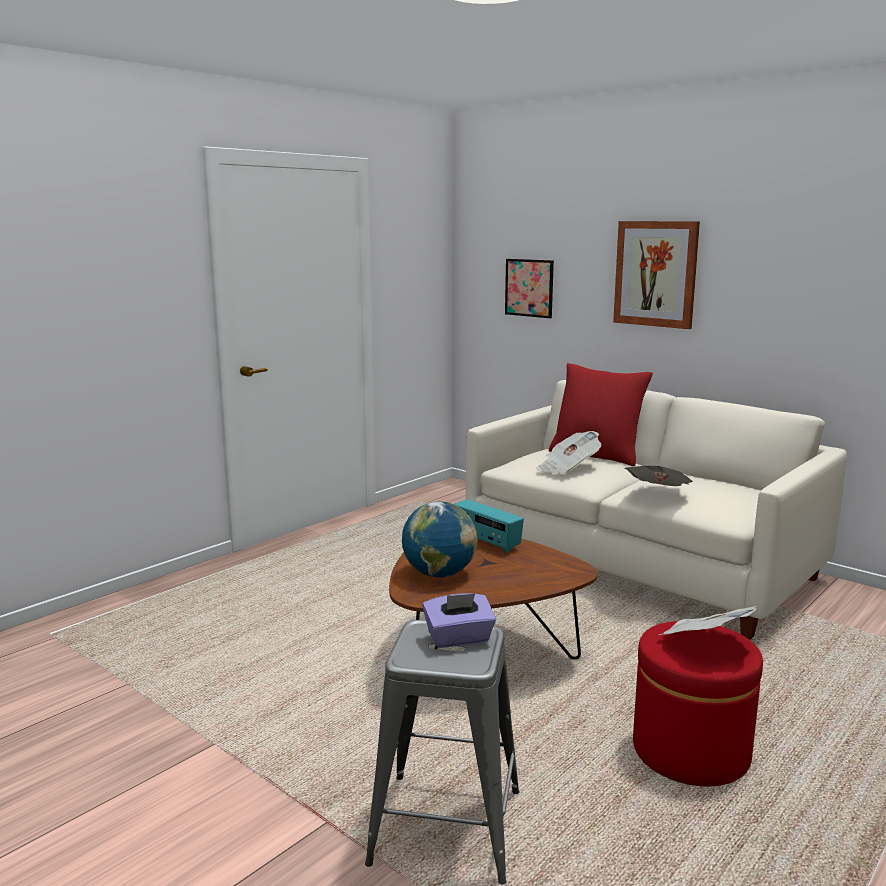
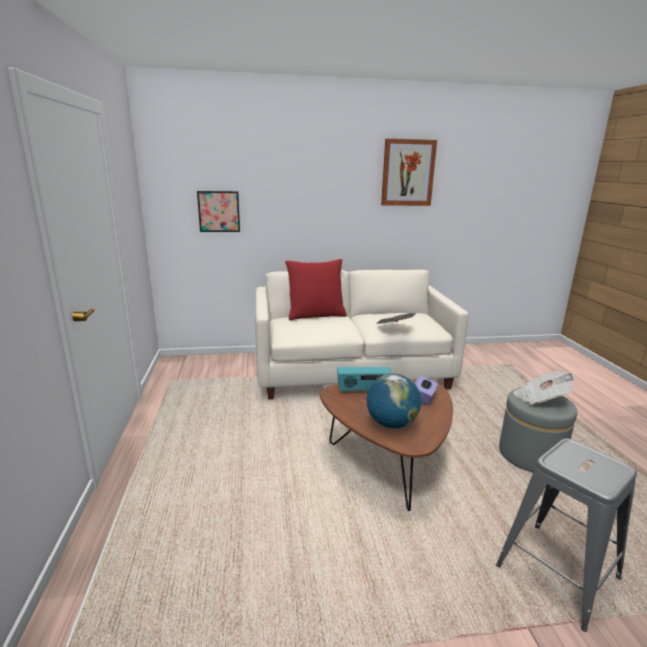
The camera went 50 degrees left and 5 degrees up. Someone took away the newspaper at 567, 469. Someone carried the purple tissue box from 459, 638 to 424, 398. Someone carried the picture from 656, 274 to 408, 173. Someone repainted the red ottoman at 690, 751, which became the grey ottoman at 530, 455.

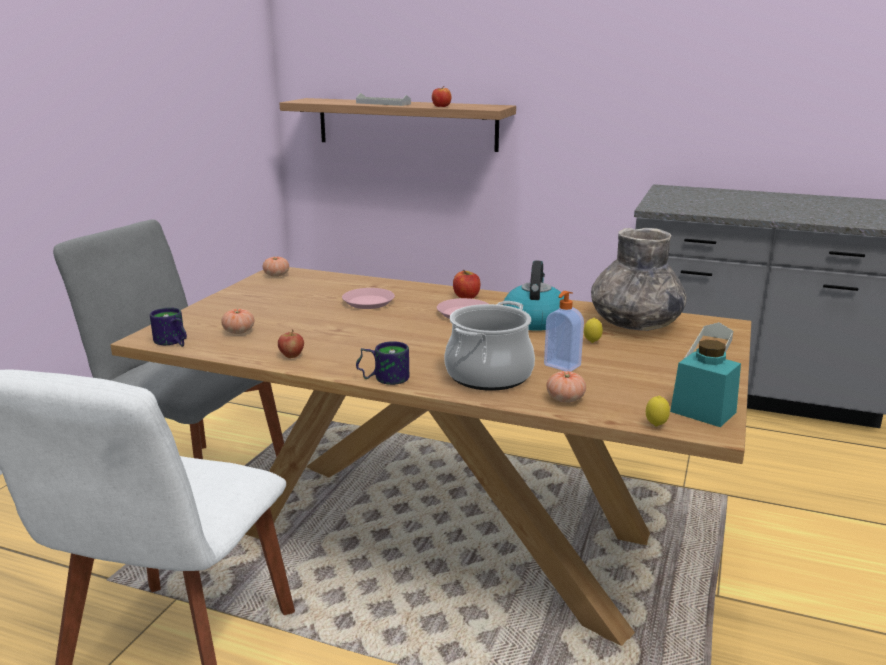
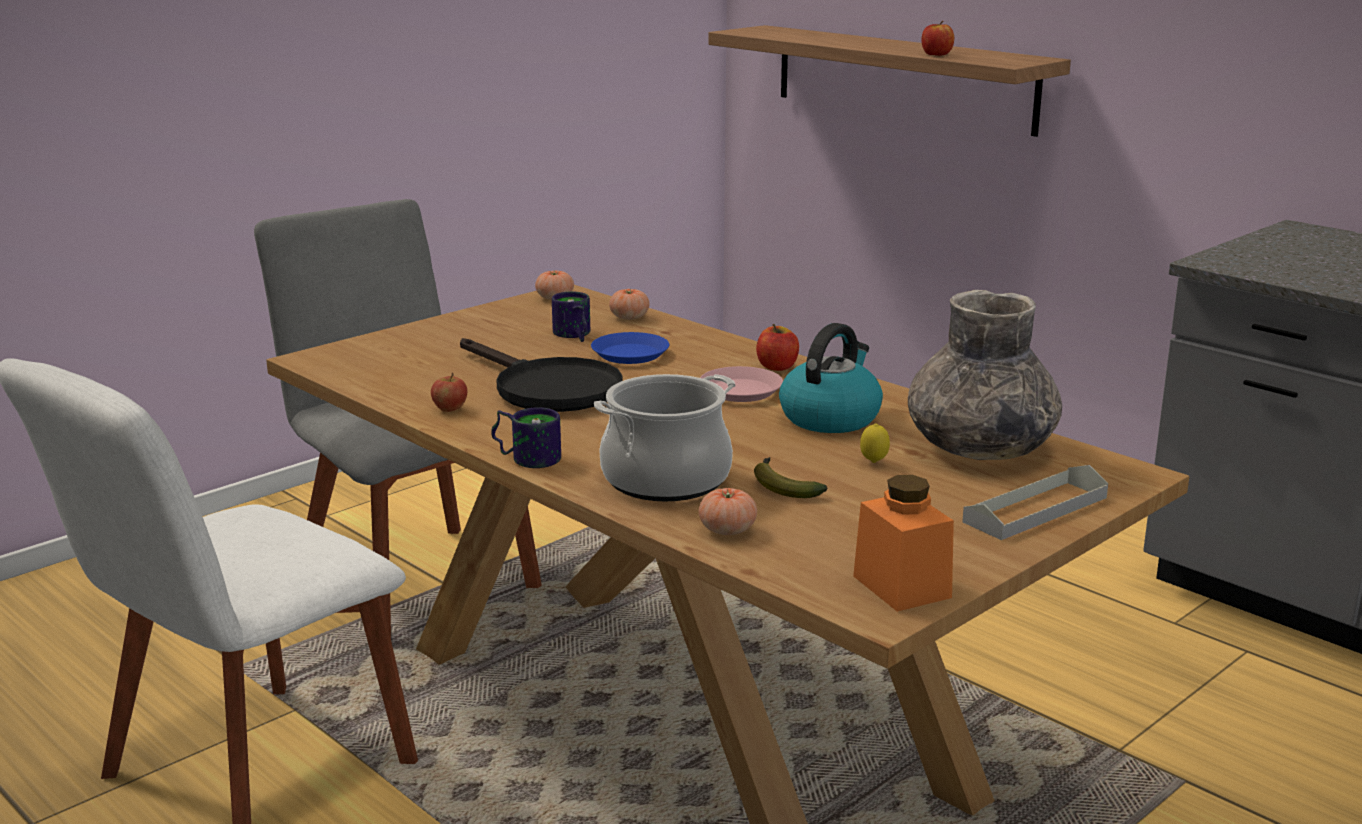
The camera went 25 degrees right and 0 degrees up. Someone took away the grey tray at 383, 103. Someone took away the lemon at 656, 426. Someone put down the black frying pan at 546, 388. Someone carried the mug from 172, 343 to 572, 336. Someone carried the tomato from 239, 332 to 629, 317. Someone swapped the soap dispenser at 561, 366 for the banana at 783, 486. Someone repainted the pink plate at 368, 302, which became the blue plate at 630, 354. Someone repainted the turquoise jar at 703, 412, which became the orange jar at 901, 587.

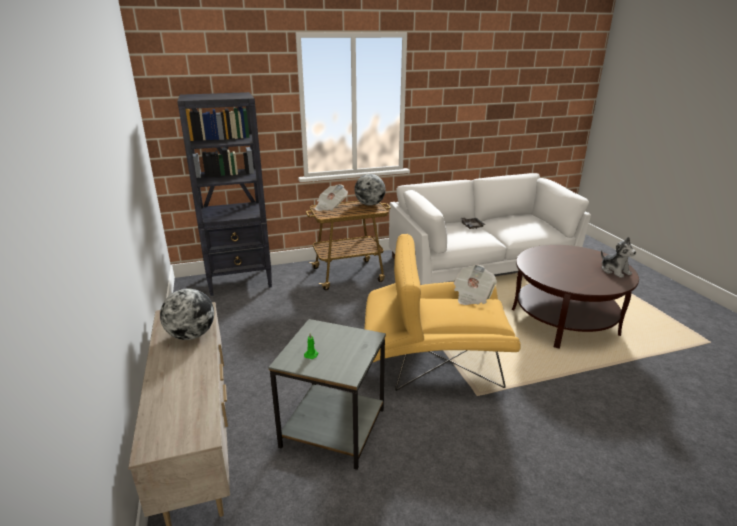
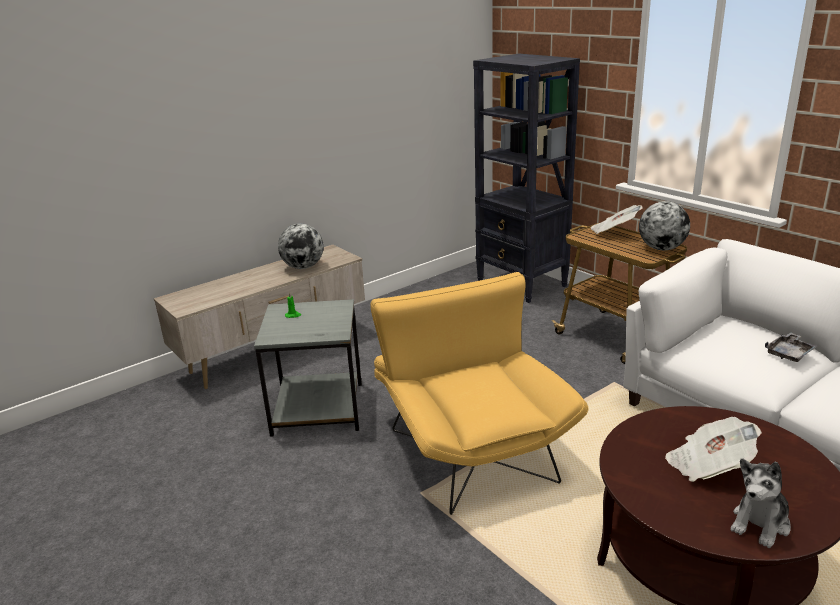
The camera went 70 degrees right and 0 degrees up. Someone carried the newspaper from 472, 296 to 708, 466.

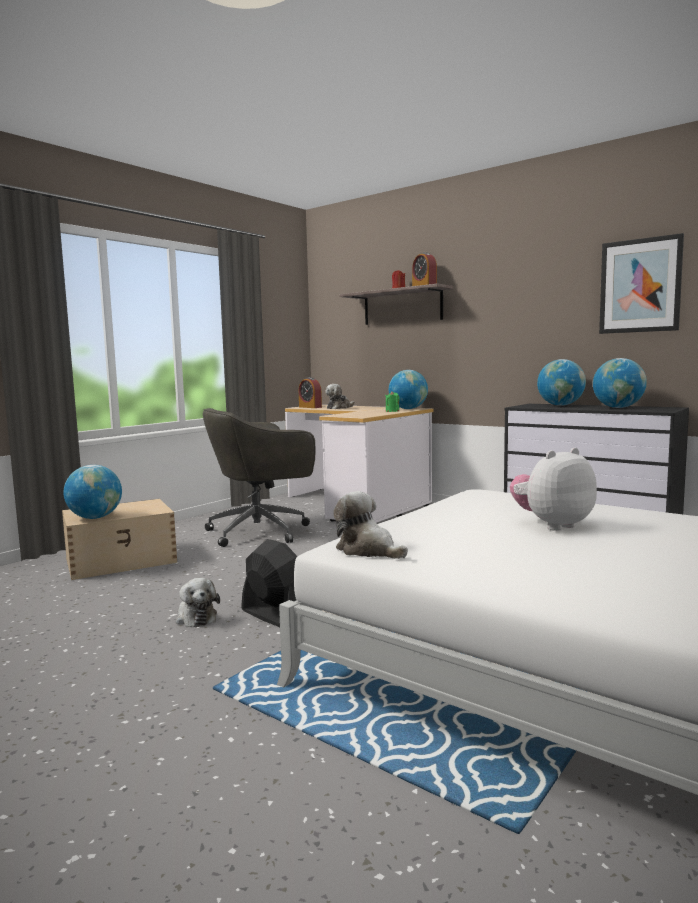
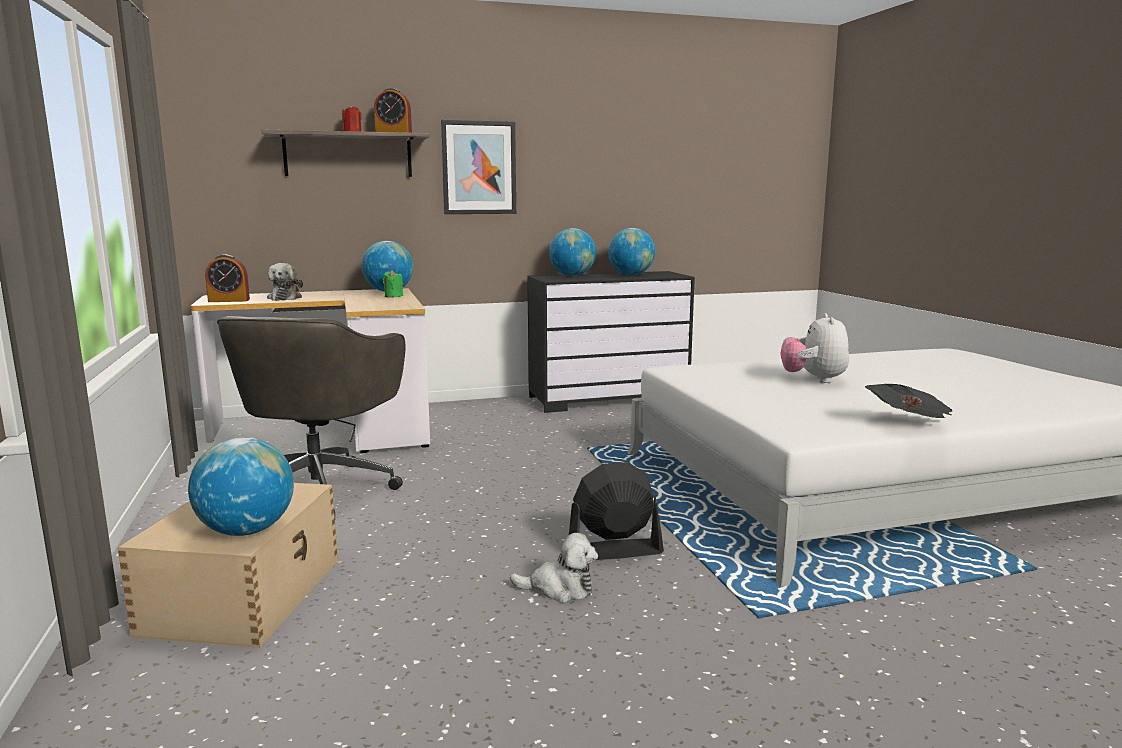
The camera went 55 degrees left and 5 degrees up. Someone took away the plush toy at 368, 550. Someone put down the newspaper at 909, 423. Someone carried the picture from 640, 286 to 479, 168.

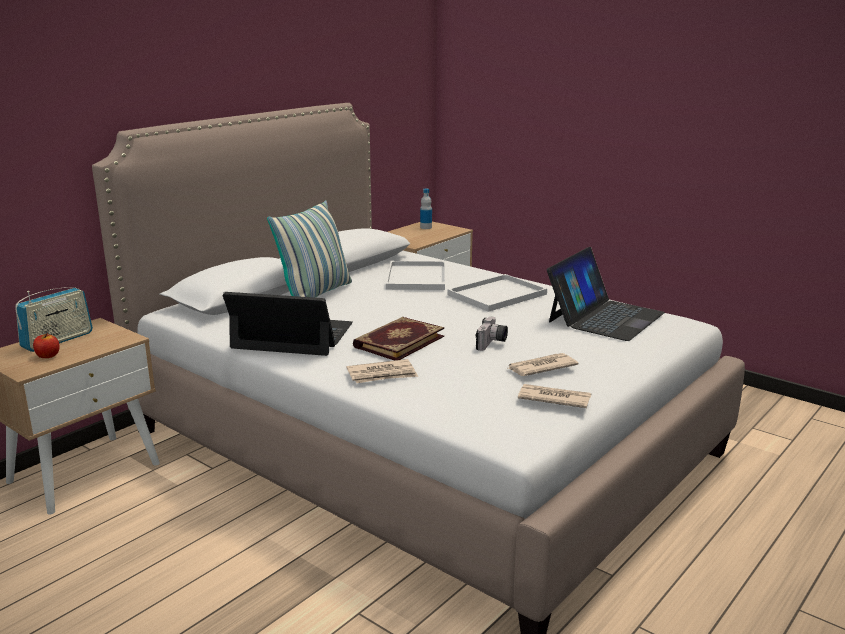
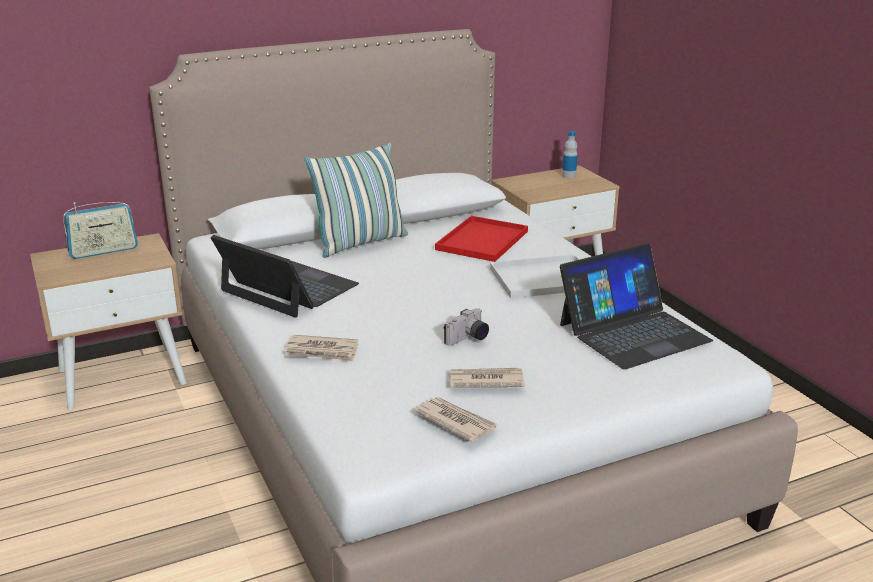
The camera went 25 degrees right and 5 degrees up. Someone took away the apple at 47, 356. Someone took away the book at 398, 341. Someone repainted the white tray at 417, 278, which became the red tray at 482, 241.

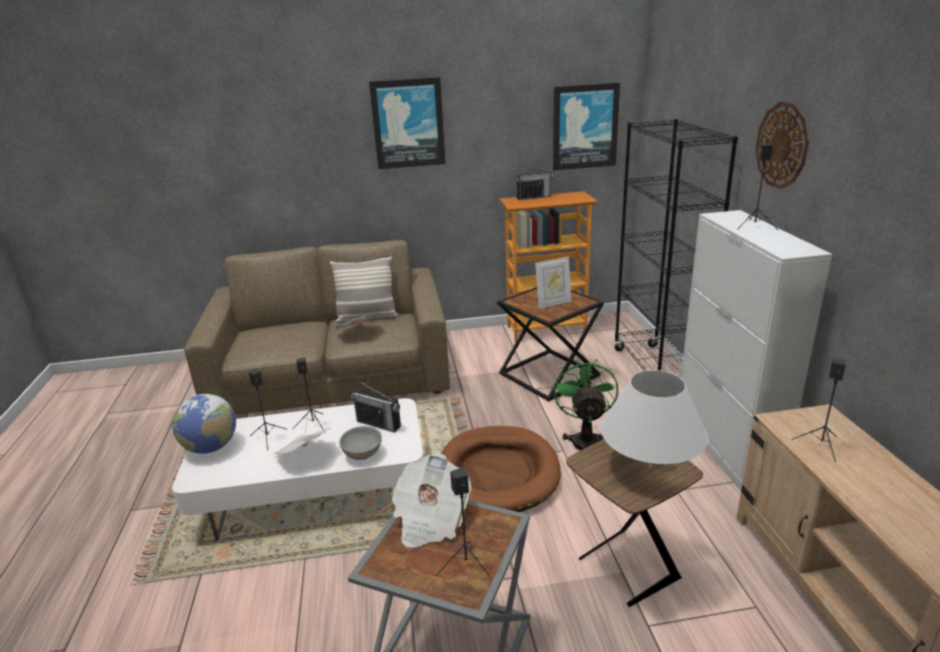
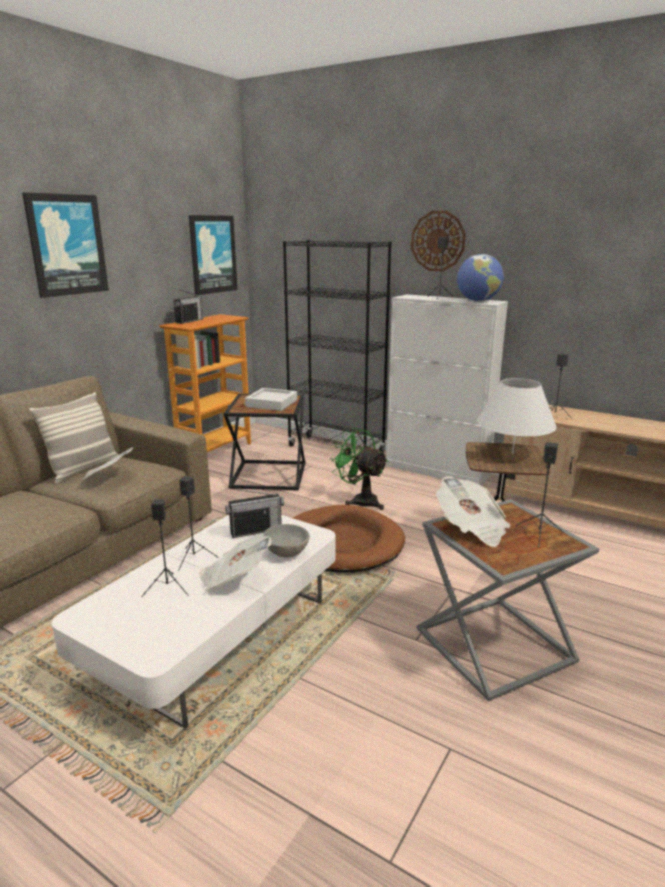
The camera went 50 degrees left and 5 degrees down. Someone carried the globe from 211, 447 to 478, 301. Someone swapped the picture frame at 553, 303 for the grey tray at 271, 403.

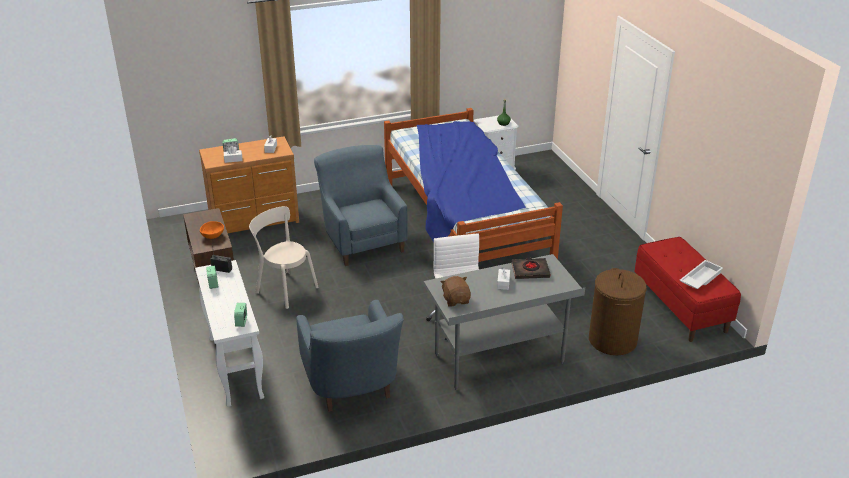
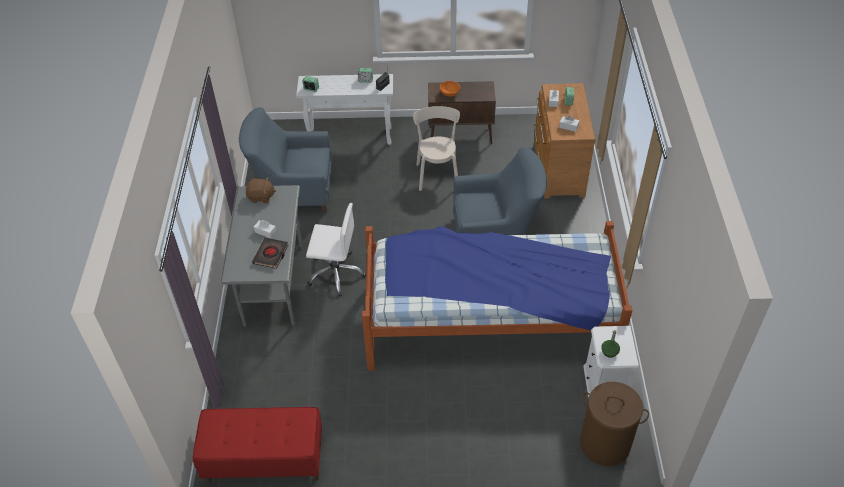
The camera went 110 degrees right and 15 degrees up. Someone took away the white tray at 700, 278. Someone carried the brown laundry basket from 612, 340 to 605, 443. Someone rotated the beige chair at 285, 288 by 60 degrees counterclockwise.

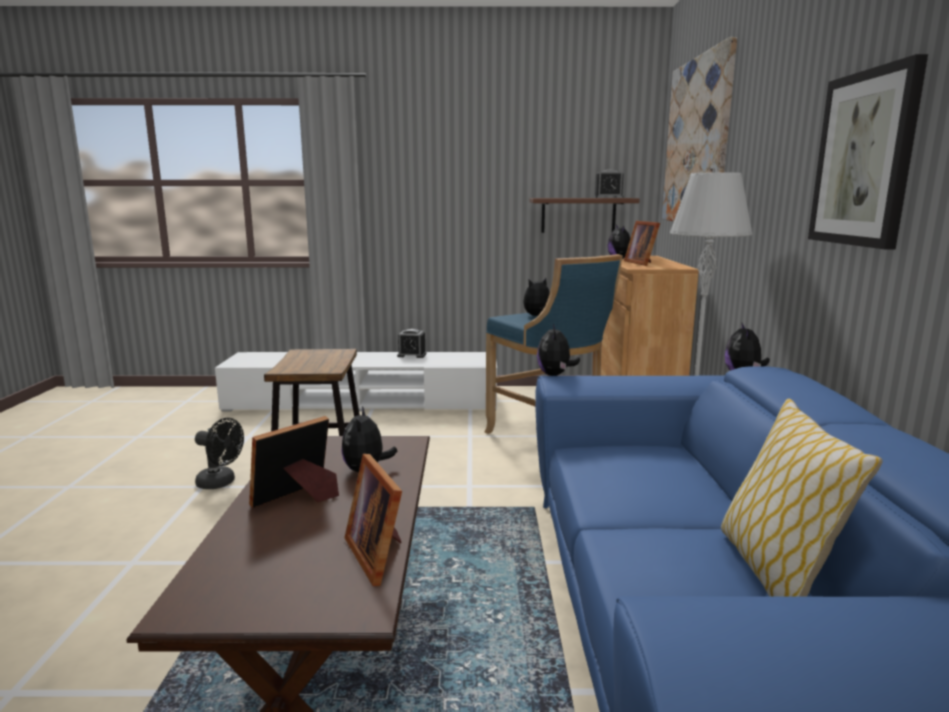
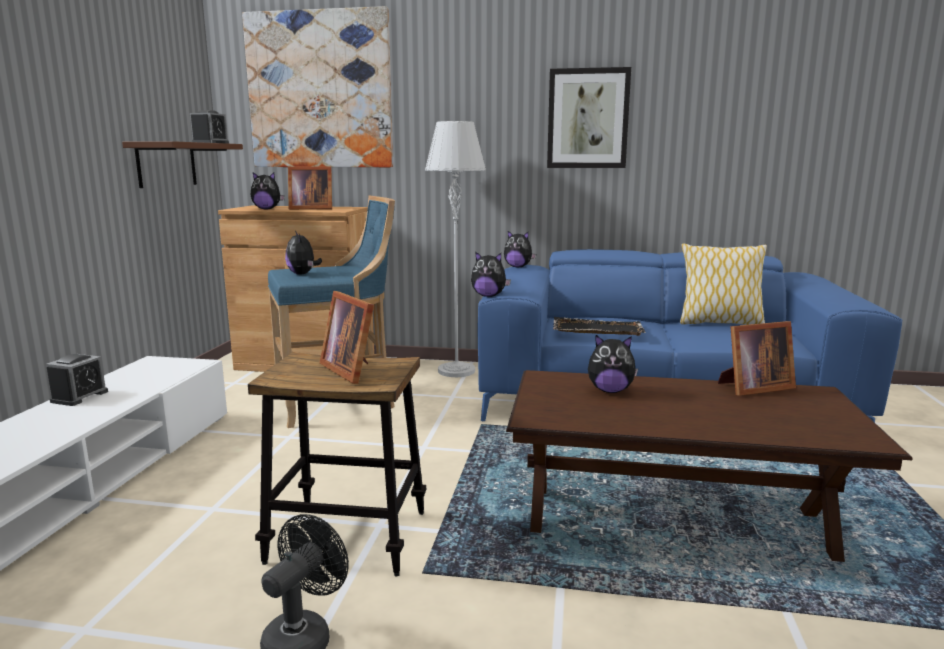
The camera went 80 degrees left and 0 degrees up. Someone put down the black tray at 596, 329. Someone carried the picture frame from 299, 497 to 351, 369.

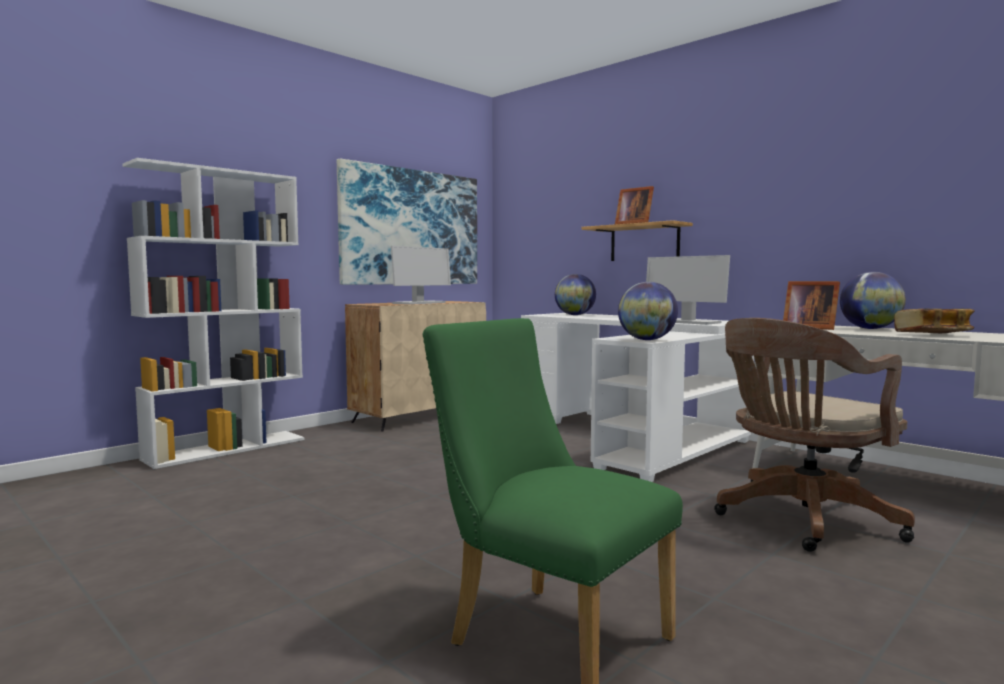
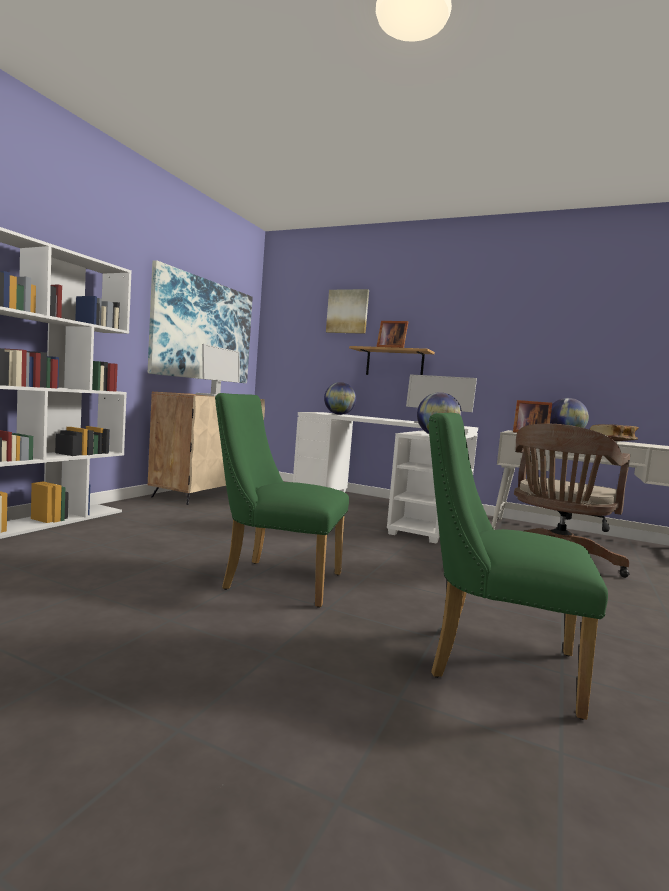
The camera went 20 degrees left and 0 degrees up. Someone put down the green chair at 274, 580. Someone put up the picture at 347, 311.

